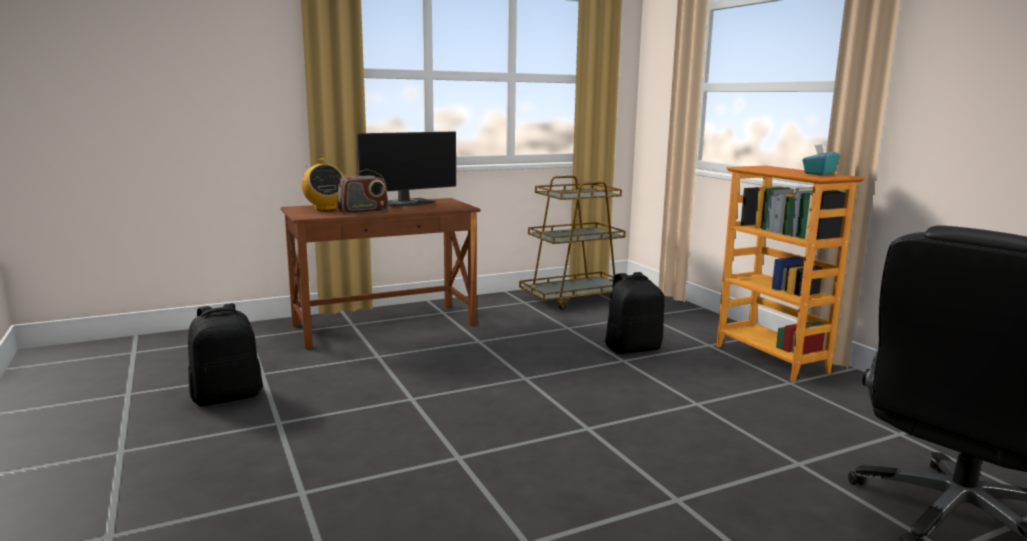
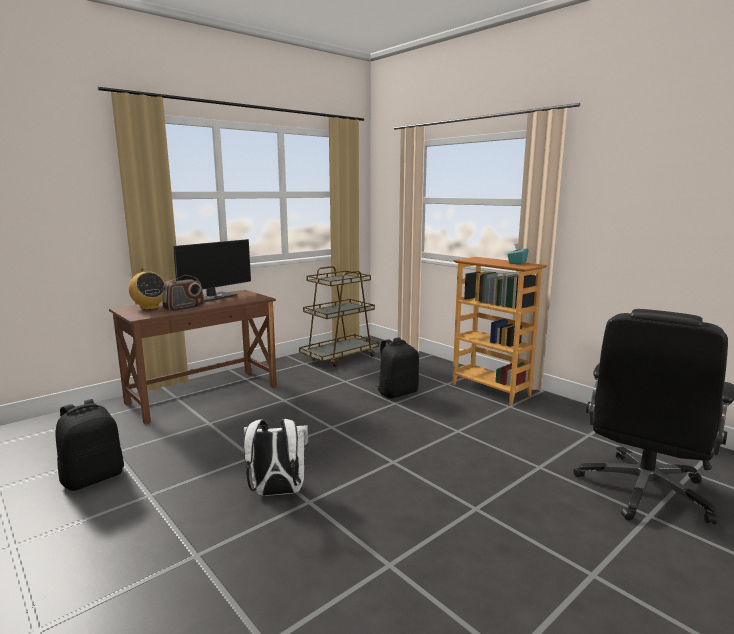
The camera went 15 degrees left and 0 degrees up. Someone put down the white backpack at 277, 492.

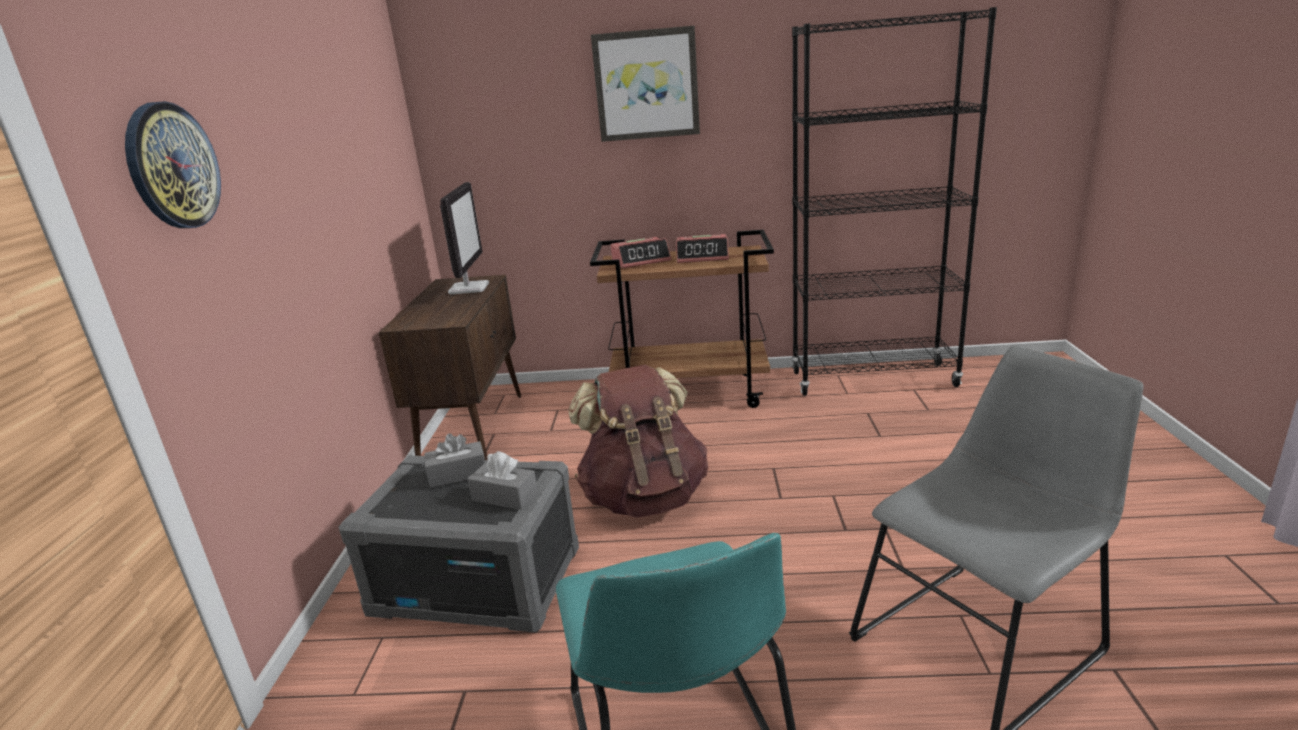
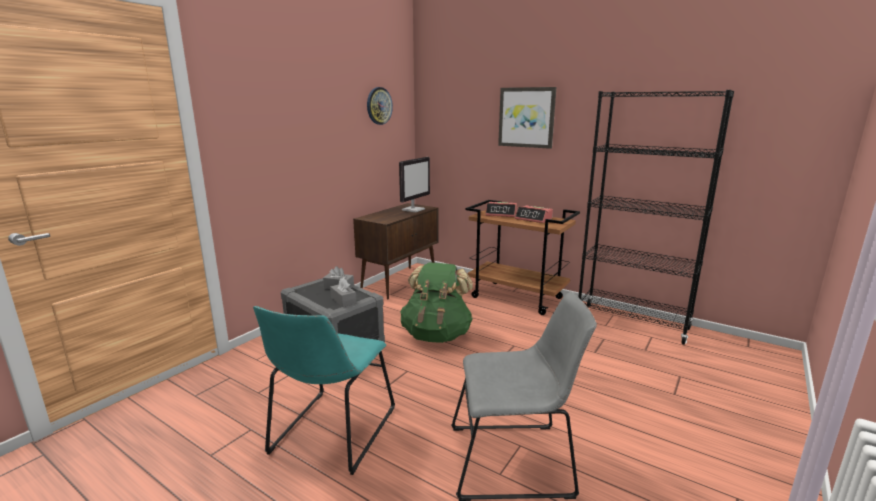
The camera went 30 degrees right and 5 degrees down. Someone carried the wall clock from 172, 166 to 379, 106. Someone repainted the brown backpack at 644, 497, which became the green backpack at 437, 335.

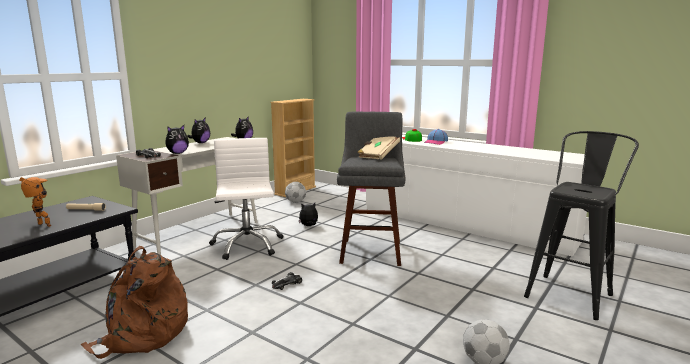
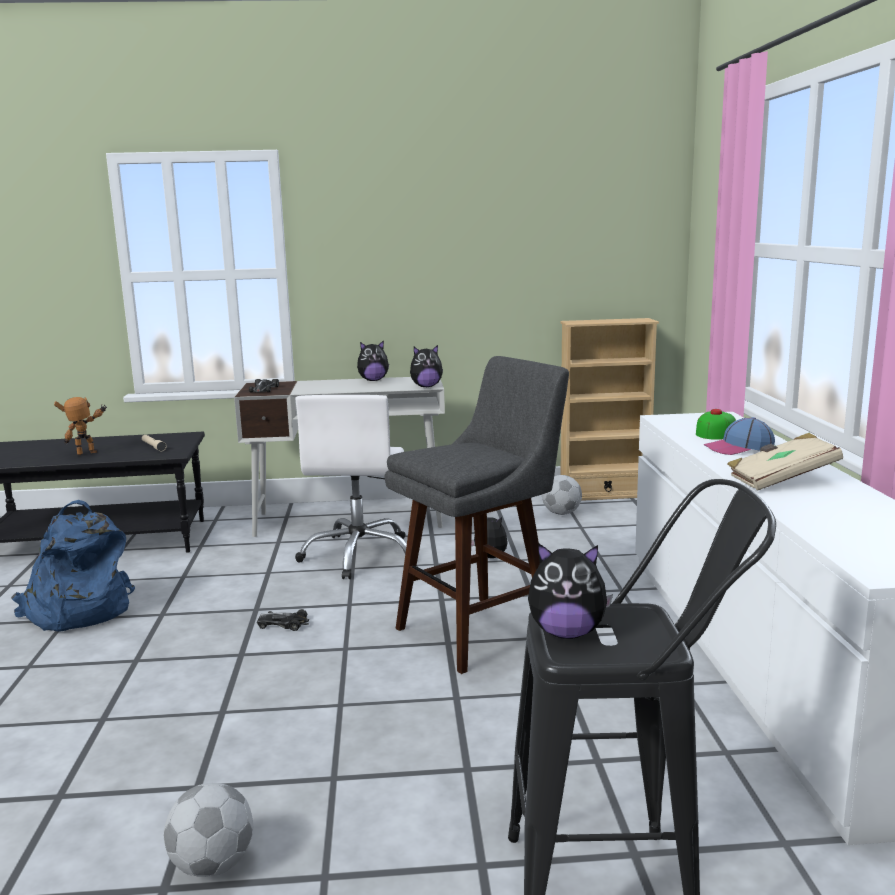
The camera went 50 degrees right and 0 degrees up. Someone carried the plush toy from 177, 153 to 567, 633. Someone carried the beige book from 378, 155 to 781, 480. Someone repainted the brown backpack at 142, 334, which became the blue backpack at 77, 611. Someone rotated the toy robot at 42, 226 by 105 degrees counterclockwise. Someone rotated the white office chair at 247, 245 by 150 degrees clockwise.

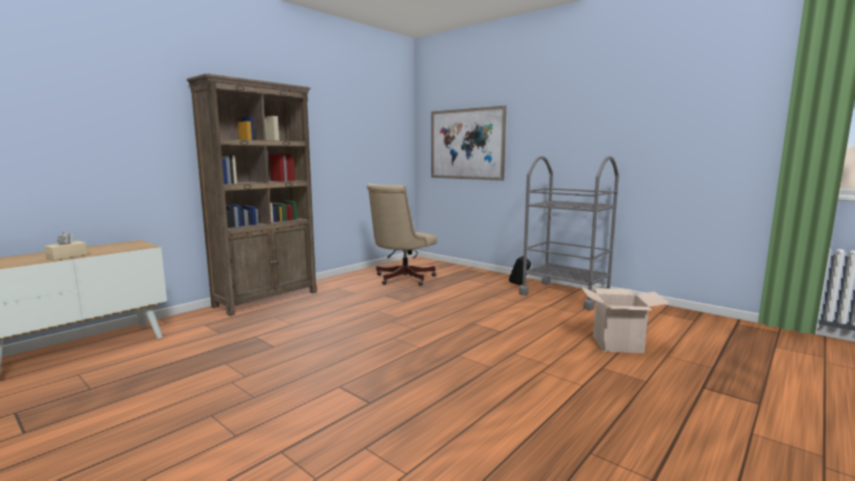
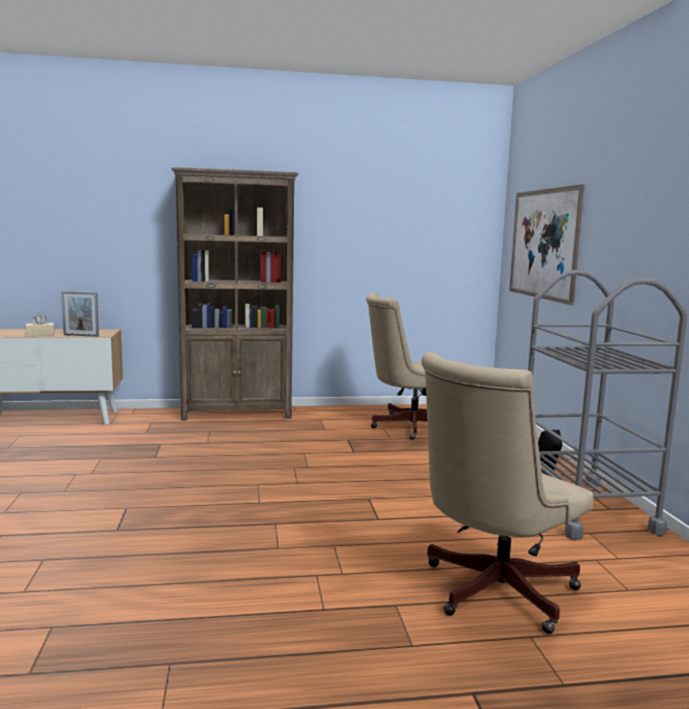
The camera went 40 degrees right and 0 degrees up. Someone put down the picture frame at 81, 335. Someone swapped the cardboard box at 617, 344 for the beige office chair at 491, 592.

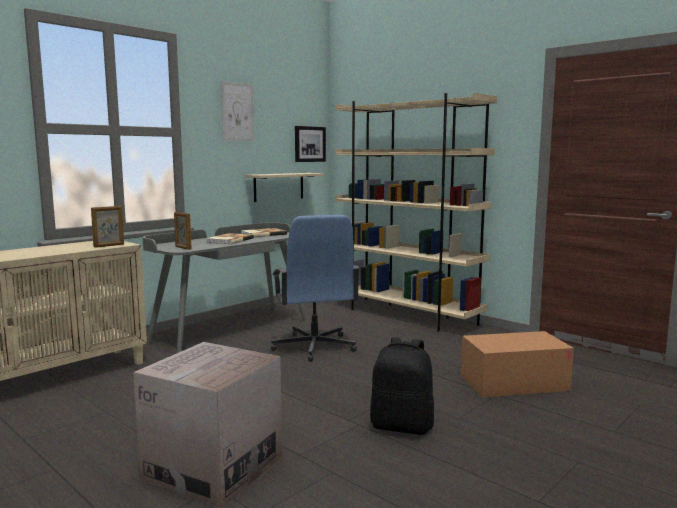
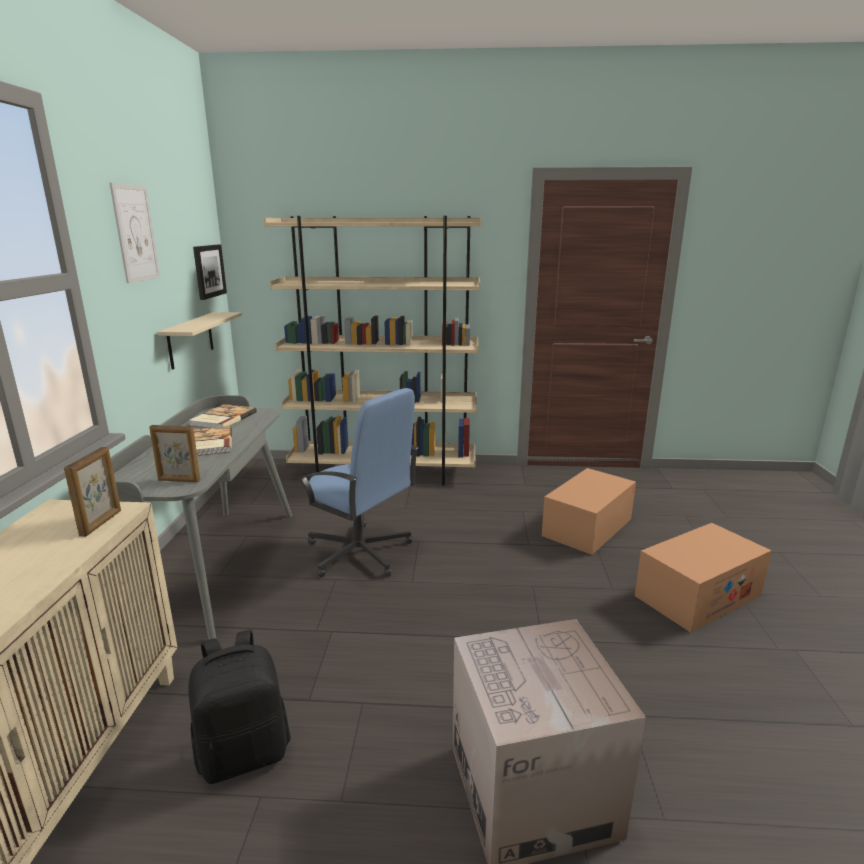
The camera went 40 degrees left and 10 degrees up. Someone put down the cardboard box at 697, 595. Someone carried the black backpack from 402, 426 to 244, 752.

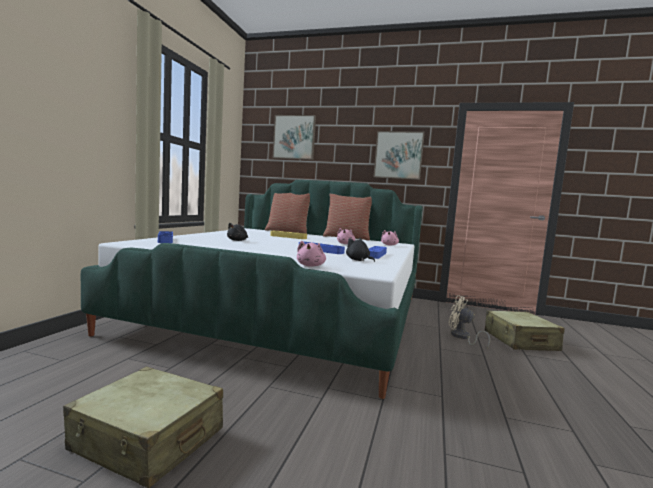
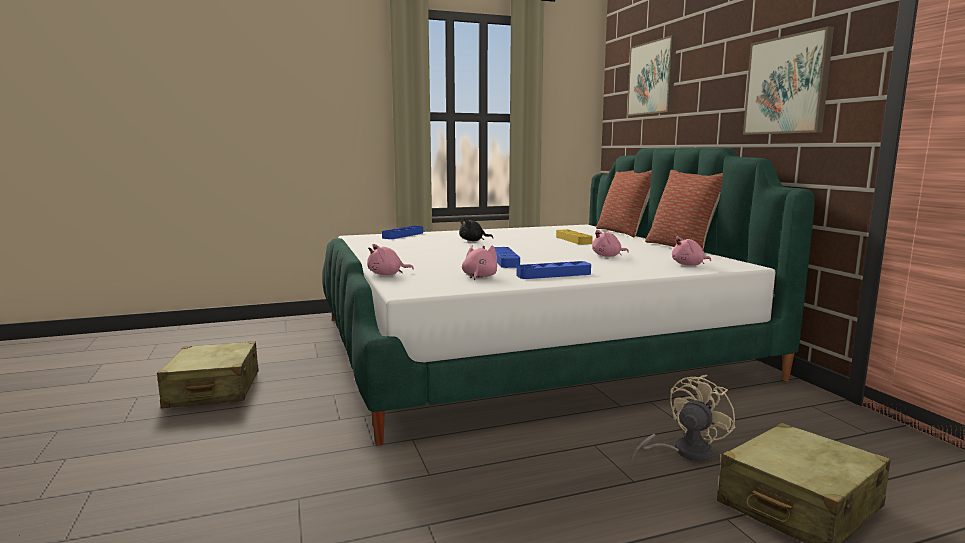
The camera went 55 degrees right and 5 degrees up. Someone repainted the black plush toy at 358, 260, which became the pink plush toy at 479, 277. Someone rotated the beige fan at 462, 337 by 45 degrees clockwise.

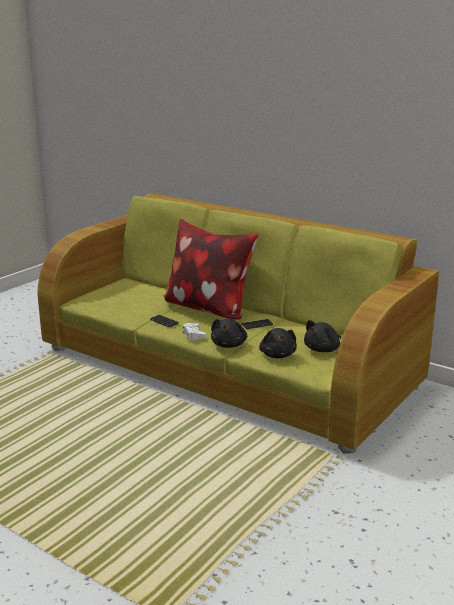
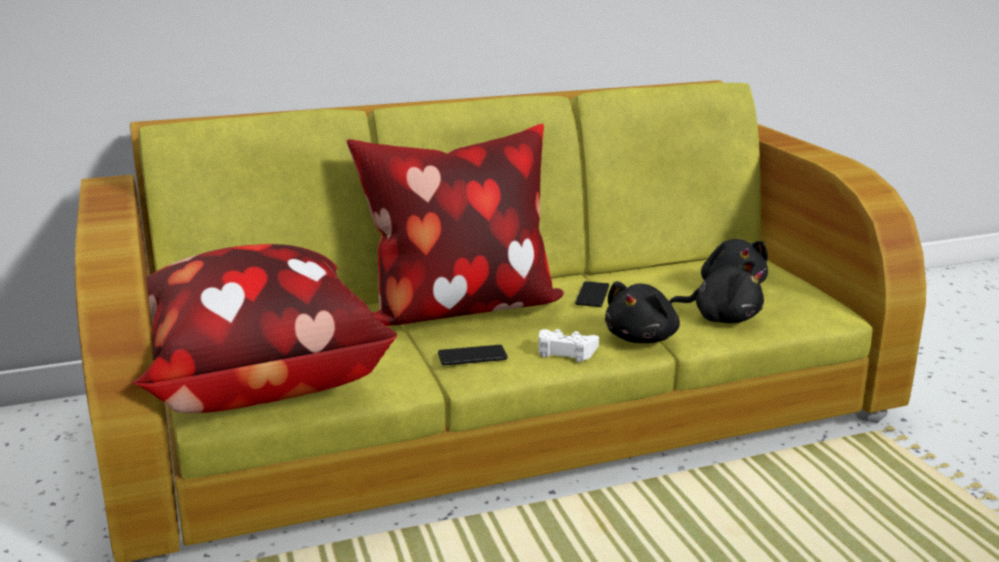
The camera went 55 degrees left and 0 degrees up. Someone put down the pillow at 254, 382. Someone rotated the black plush toy at 229, 345 by 75 degrees clockwise.

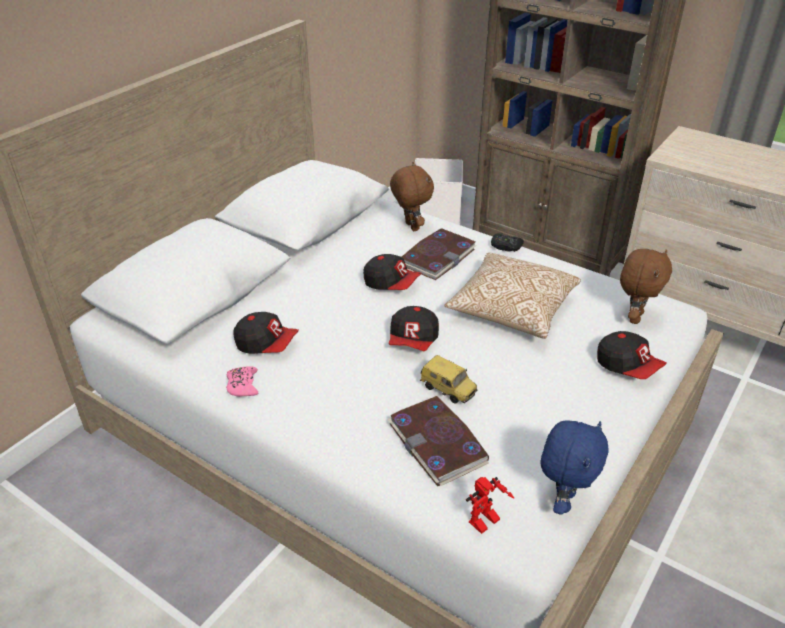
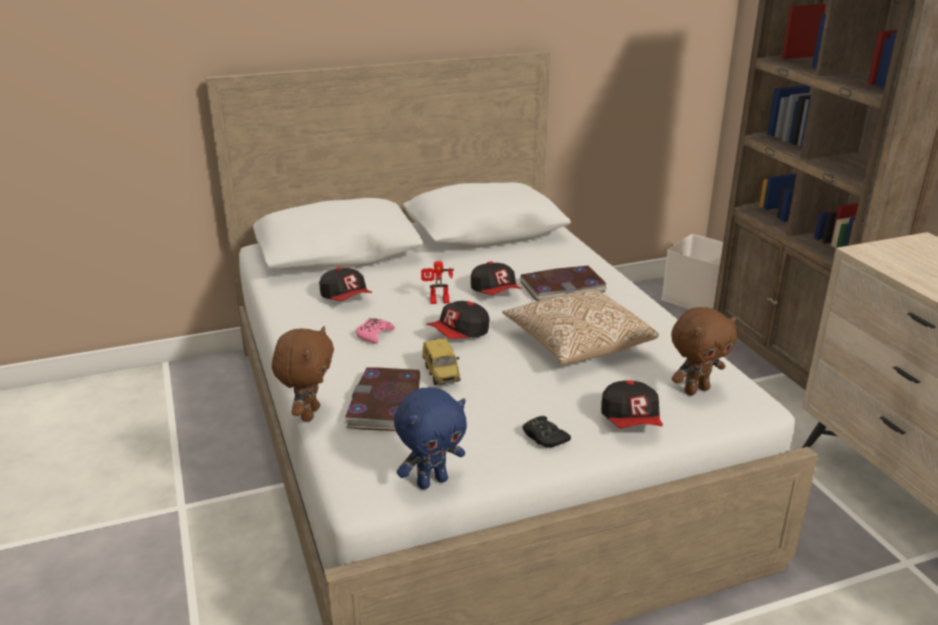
The camera went 35 degrees right and 10 degrees down. Someone carried the pink game controller from 243, 385 to 374, 335. Someone carried the brown plush toy from 410, 227 to 308, 413. Someone carried the toy robot from 485, 524 to 438, 302. Someone carried the black game controller from 506, 246 to 544, 437.

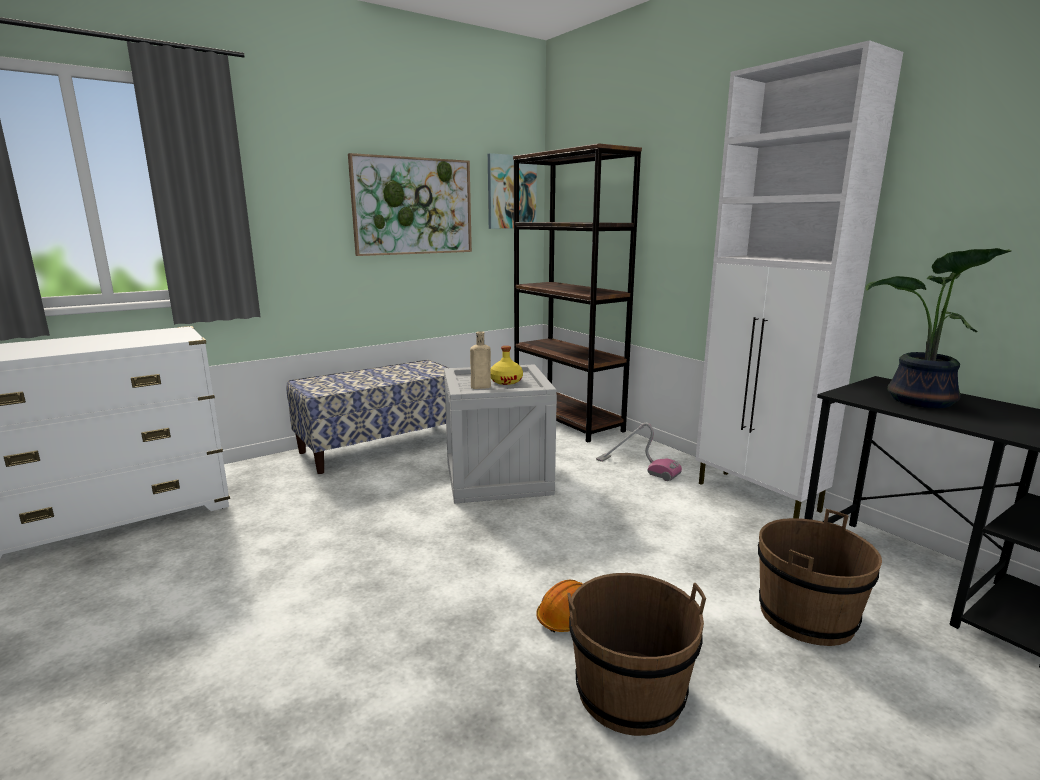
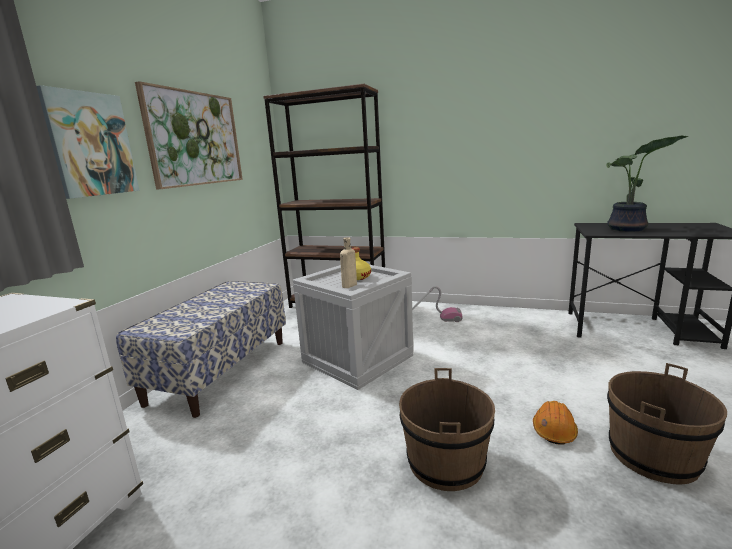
The camera went 35 degrees left and 0 degrees up. Someone took away the white cabinet at 758, 497. Someone carried the picture from 511, 192 to 91, 144. Someone carried the brown bucket from 807, 616 to 446, 462.

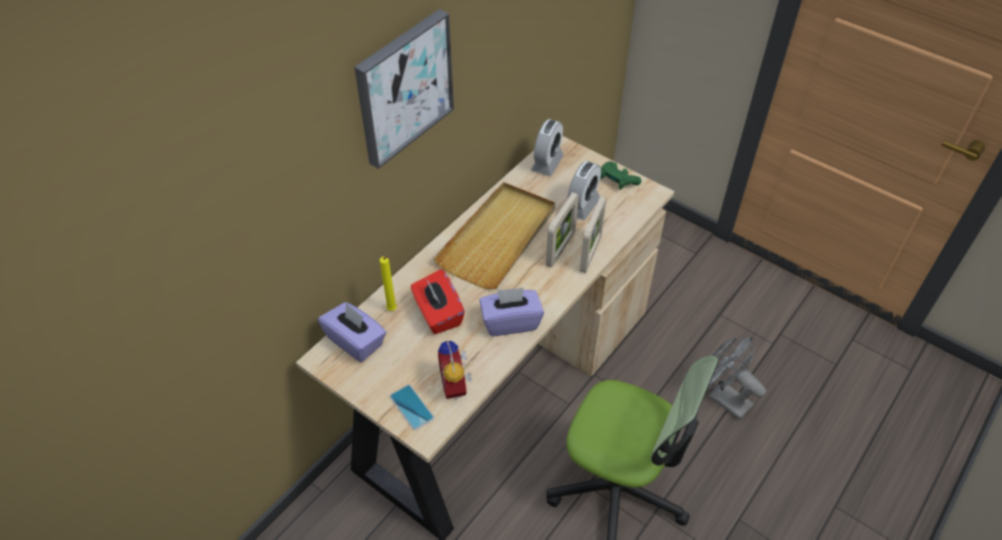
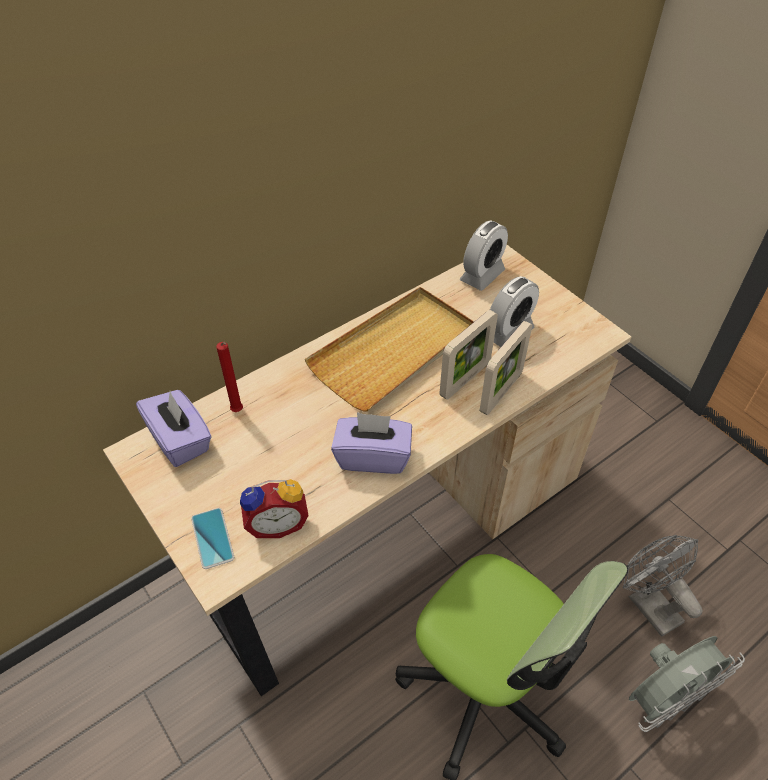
The camera went 15 degrees right and 0 degrees up. Someone took away the picture at 403, 87. Someone took away the red tissue box at 438, 314. Someone took away the green game controller at 617, 181. Someone put down the grey fan at 663, 699. Someone repainted the yellow candle at 393, 310, which became the red candle at 238, 412. Someone rotated the alarm clock at 456, 385 by 105 degrees counterclockwise.

